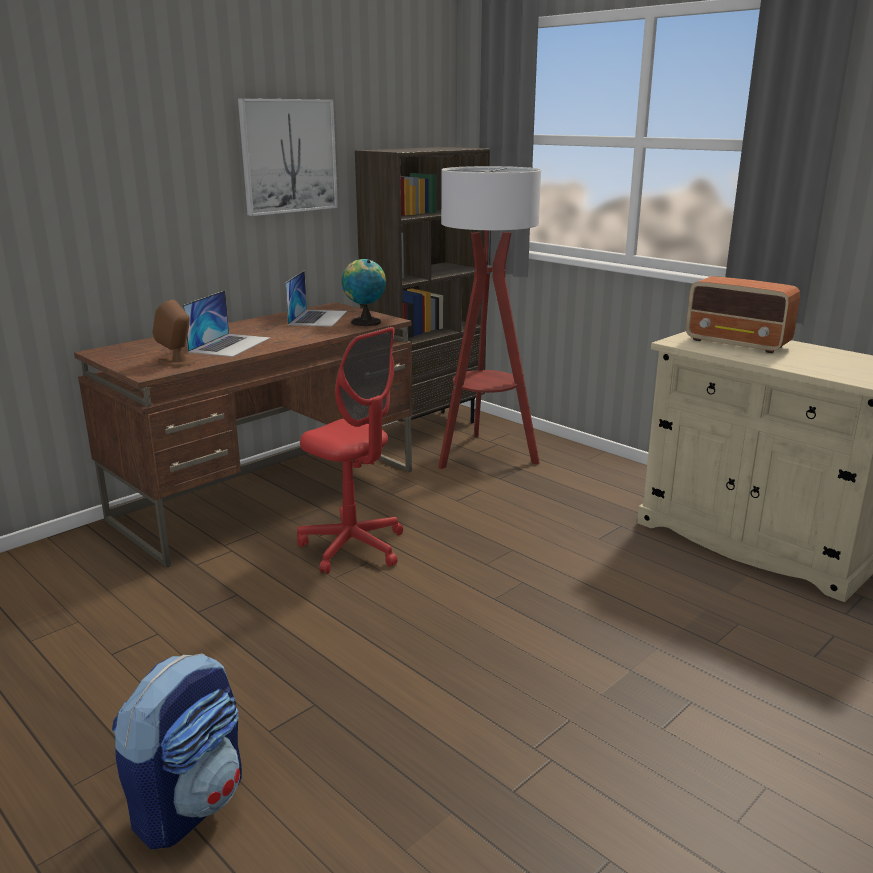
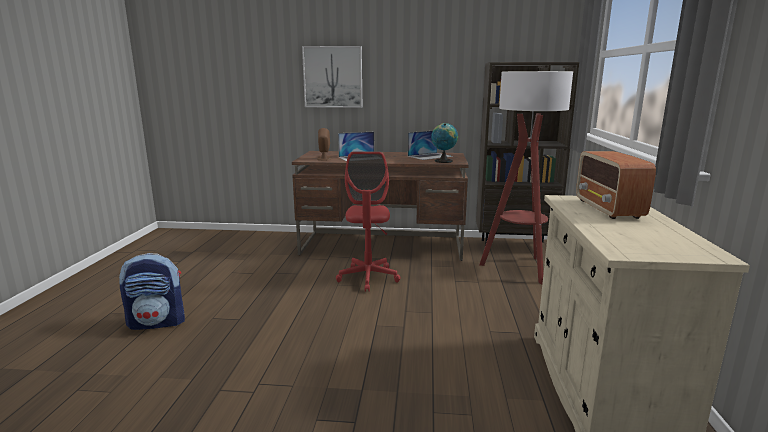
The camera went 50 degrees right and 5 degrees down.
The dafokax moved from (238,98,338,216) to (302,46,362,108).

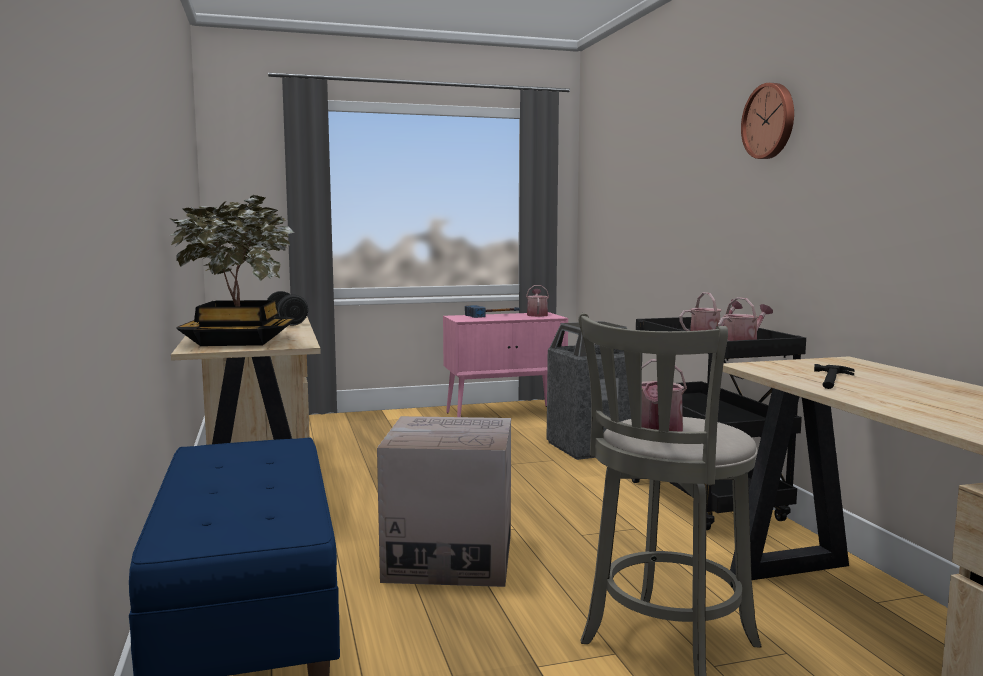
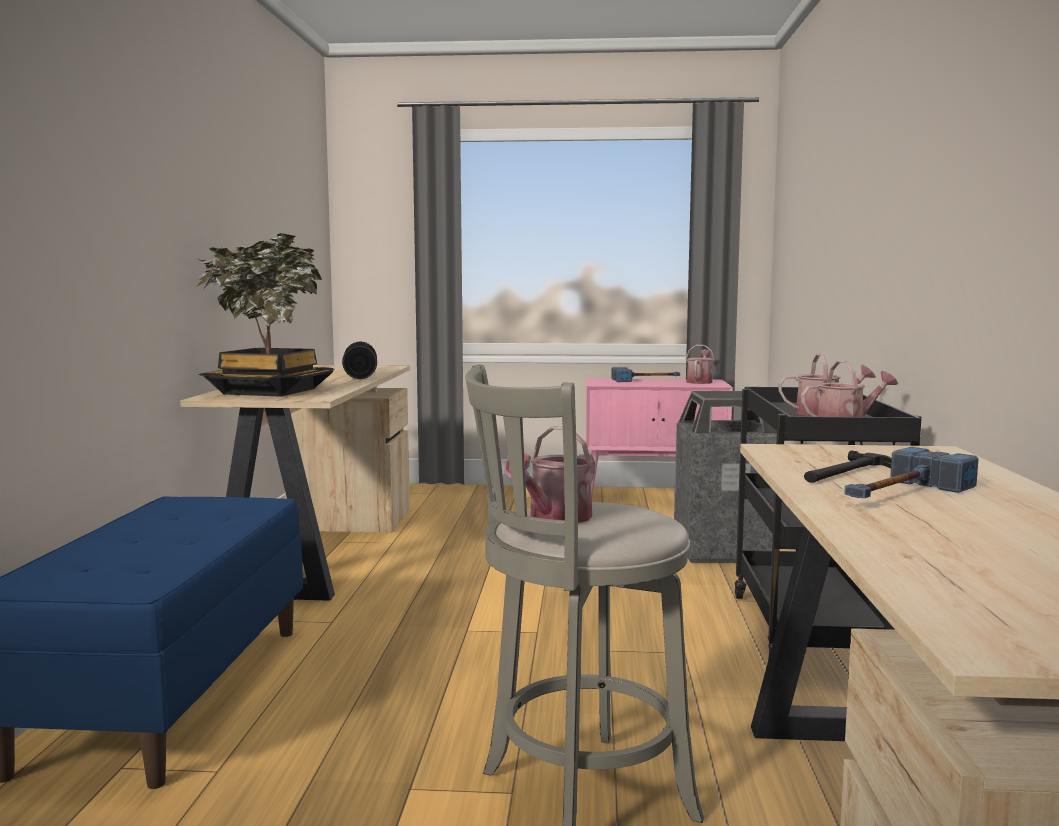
The camera went 20 degrees right and 0 degrees up.
The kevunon at (377,416,511,587) disappeared.
The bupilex at (741,83,794,159) disappeared.
The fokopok at (844,447,979,498) appeared.

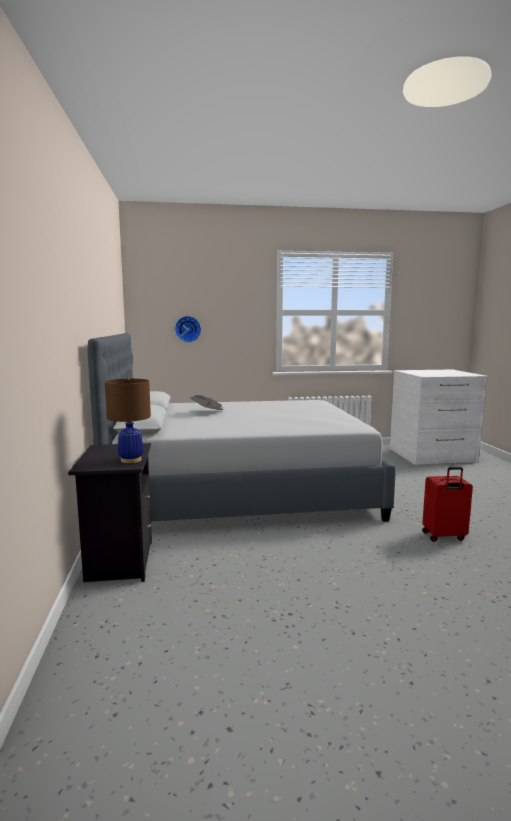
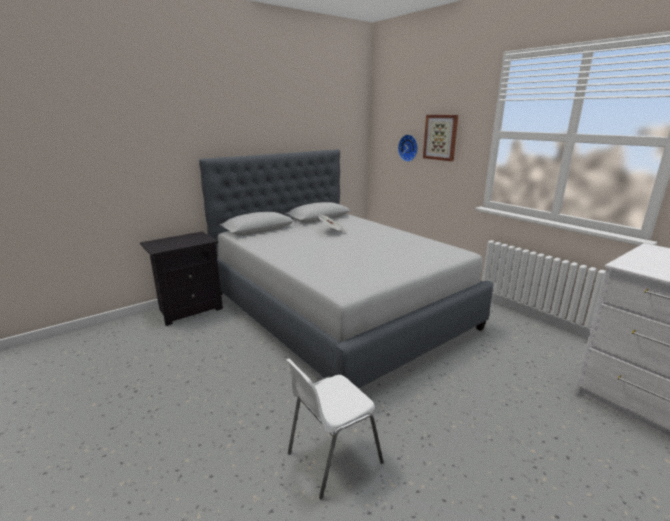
The camera went 60 degrees right and 10 degrees up.
The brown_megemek at (105,377,151,463) disappeared.
The dafokax at (423,115,458,161) appeared.
The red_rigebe at (422,467,473,542) was replaced by the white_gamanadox at (286,358,384,499).

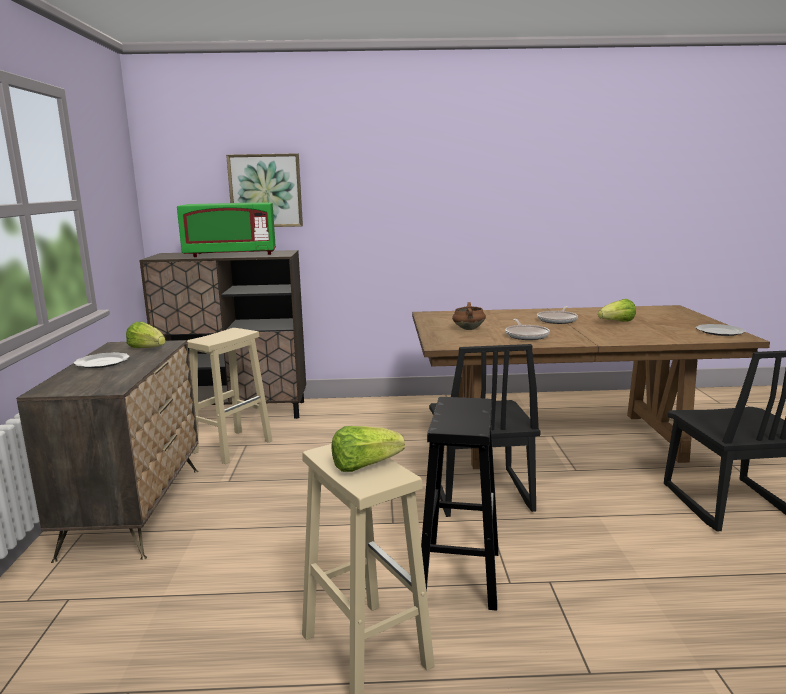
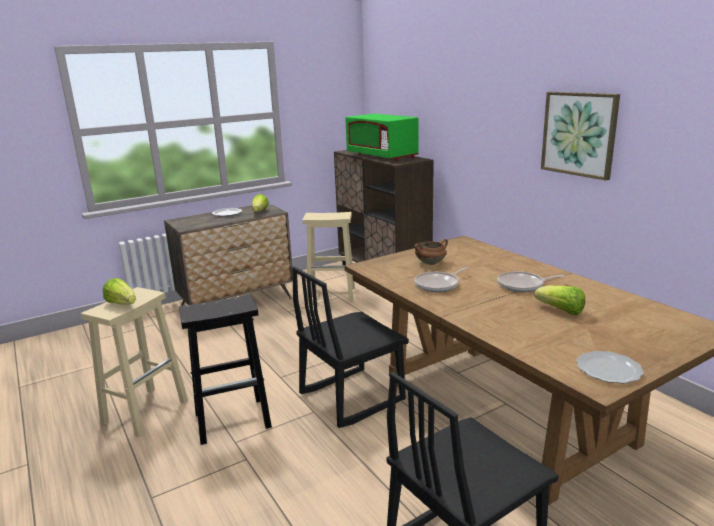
The camera went 60 degrees right and 5 degrees up.
The dafokax moved from (226,153,303,227) to (541,92,620,180).

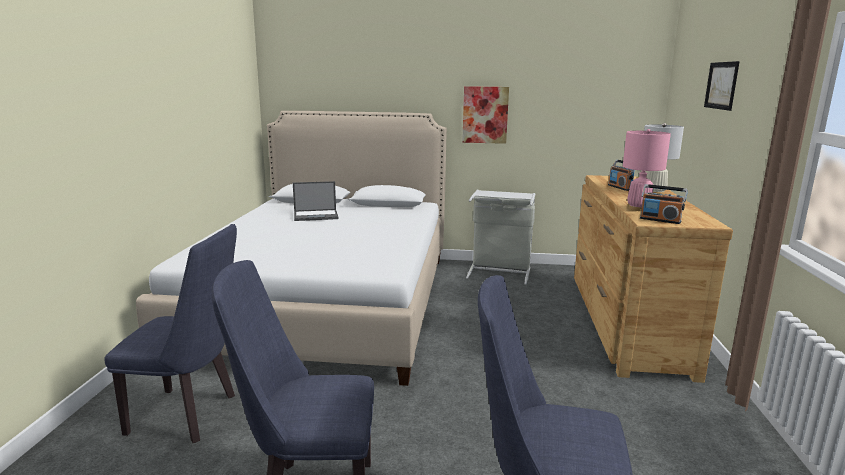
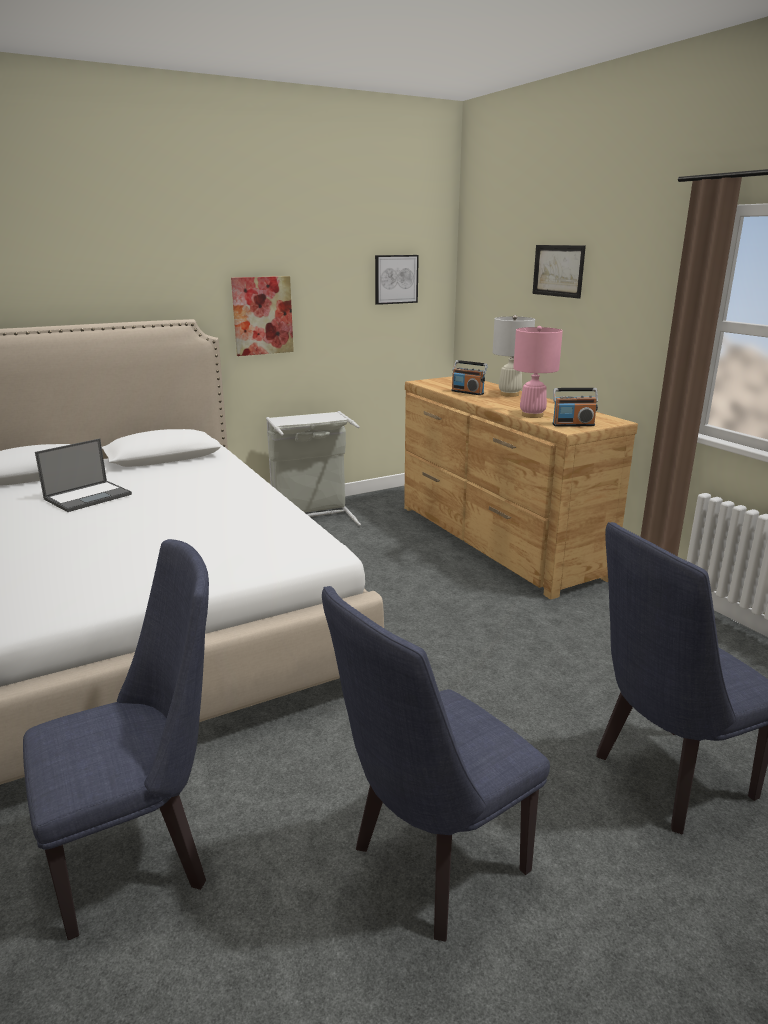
The camera went 35 degrees left and 5 degrees up.
The dafokax at (375,255,419,305) appeared.

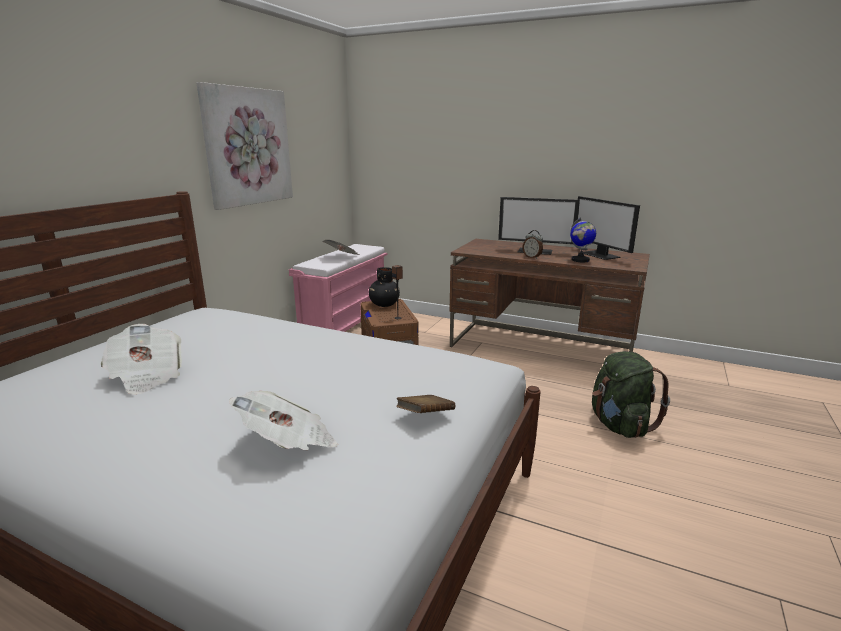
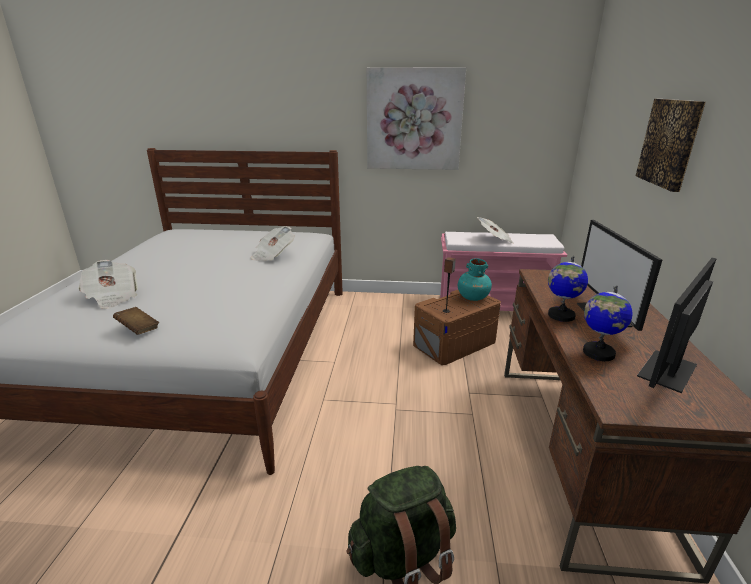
The camera went 70 degrees right and 5 degrees up.
The dafokax at (636,99,705,192) appeared.
The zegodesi moved from (100,324,182,395) to (251,226,295,261).
The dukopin at (523,230,543,259) was replaced by the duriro at (548,256,588,322).
The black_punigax at (369,267,400,307) became the turquoise_punigax at (458,258,492,301).

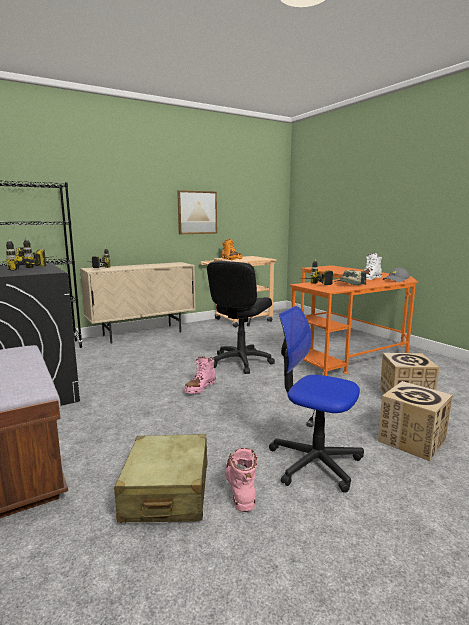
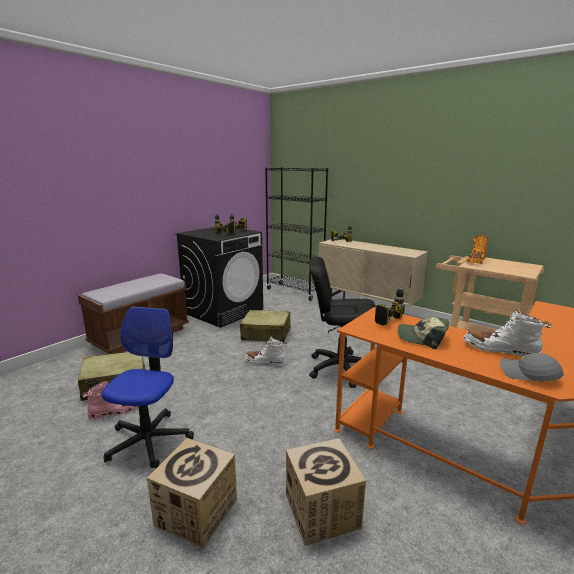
The camera went 70 degrees right and 5 degrees up.
The dafokax at (177,190,217,234) disappeared.
The beige_rigebe at (240,310,291,342) appeared.
The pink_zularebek at (184,356,216,394) became the white_zularebek at (245,336,287,365).

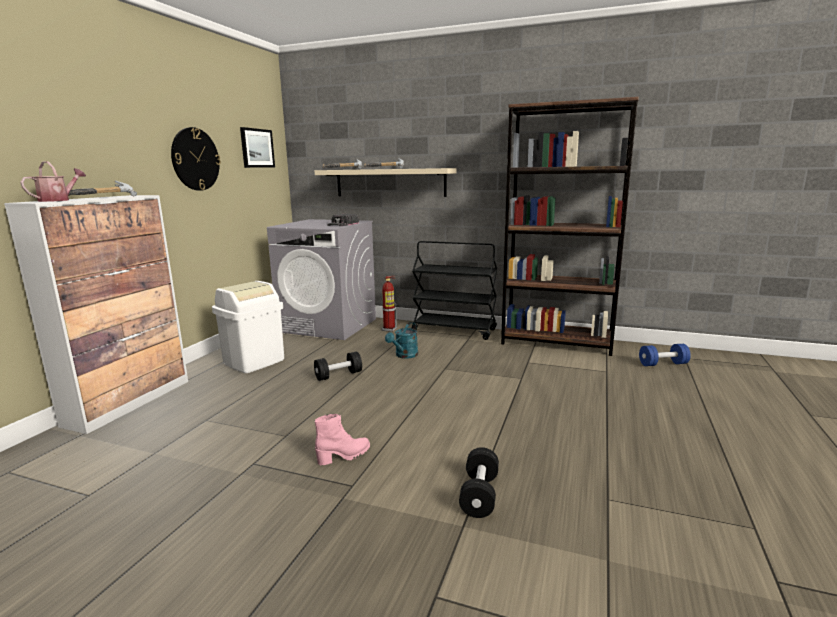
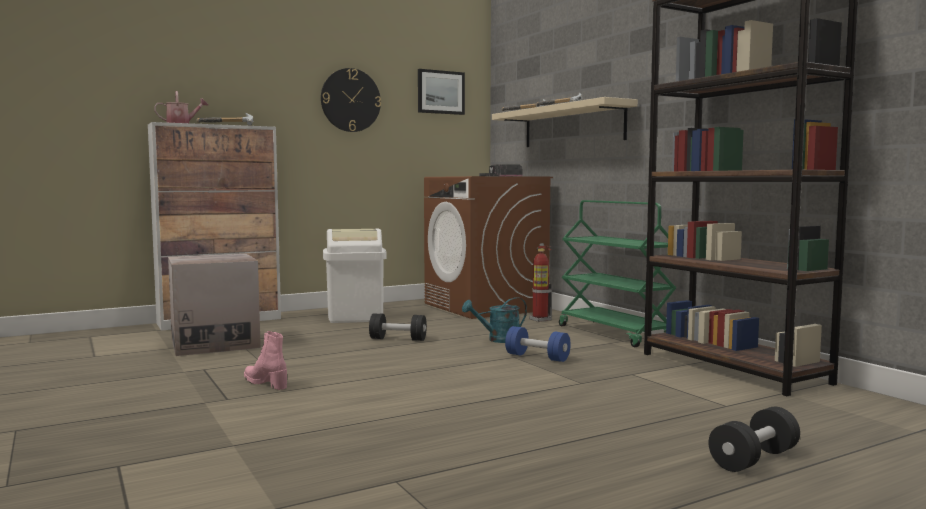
The camera went 40 degrees right and 10 degrees down.
The kevunon at (168,254,261,356) appeared.
The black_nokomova moved from (459,447,499,518) to (709,407,800,472).
The blue_nokomova moved from (639,344,691,366) to (505,326,571,362).
The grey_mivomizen at (267,219,376,340) became the brown_mivomizen at (424,176,553,319).
The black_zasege at (411,241,497,340) became the green_zasege at (559,200,676,347).
The pink_zularebek at (314,414,370,465) turned 150 degrees counterclockwise.

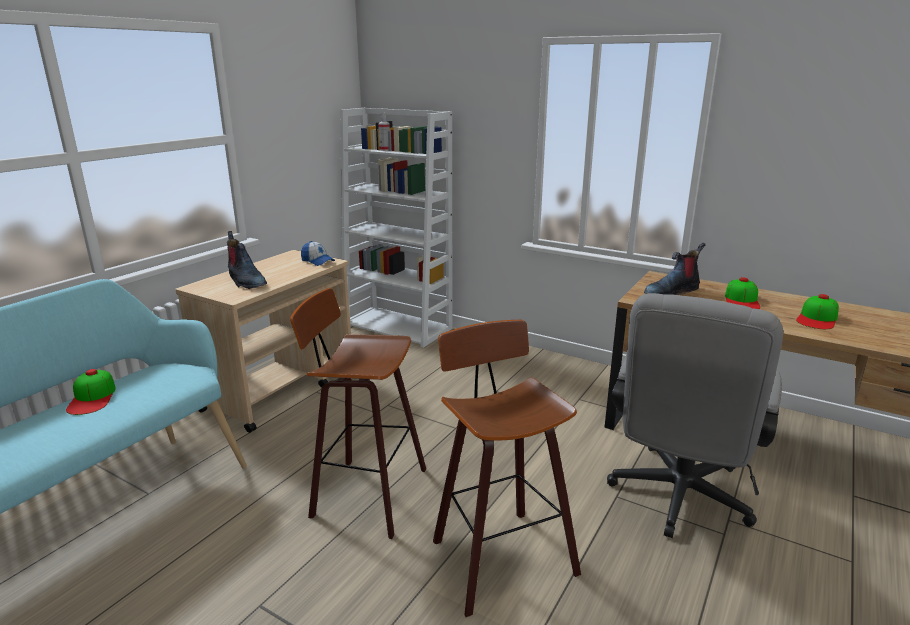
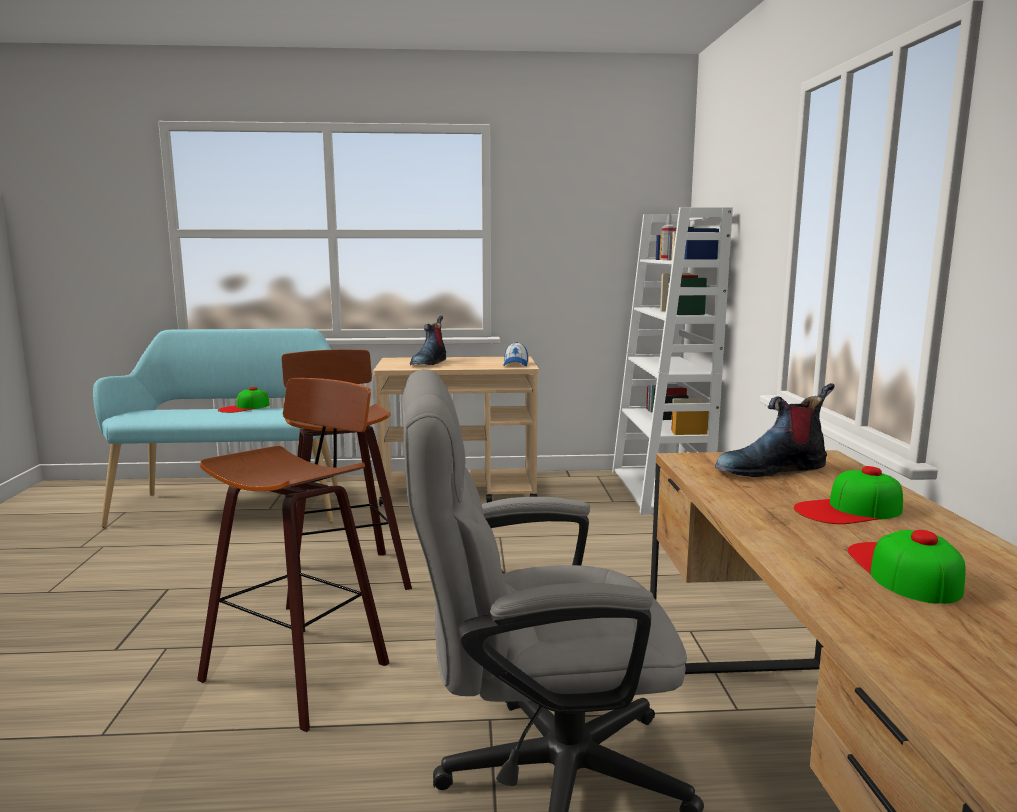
The camera went 55 degrees right and 10 degrees down.
The zularebek at (644,243,706,295) turned 45 degrees counterclockwise.
The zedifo at (796,294,839,329) turned 90 degrees clockwise.

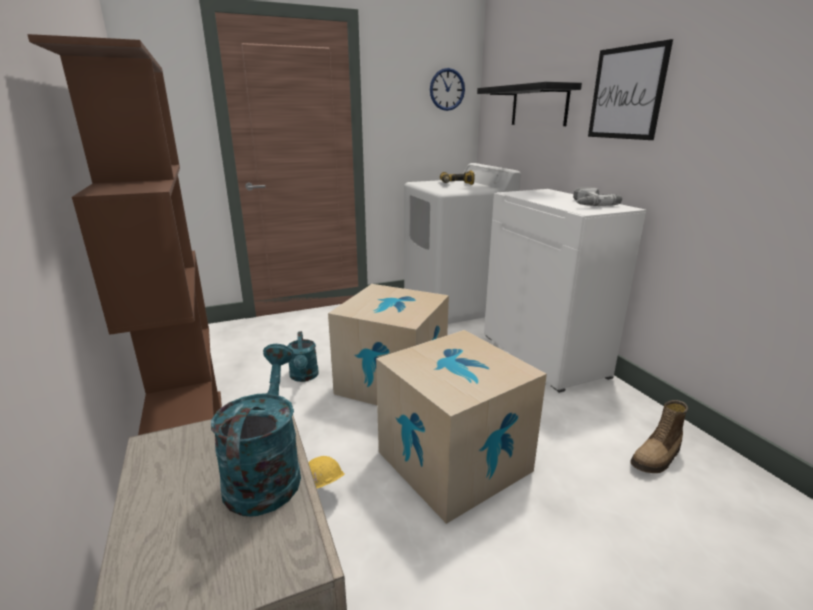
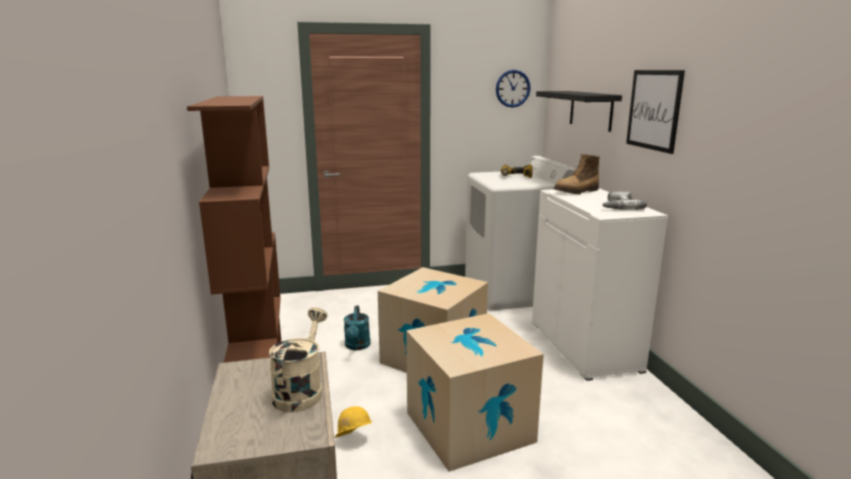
The camera went 10 degrees right and 5 degrees down.
The zularebek moved from (630,400,688,473) to (554,154,600,194).
The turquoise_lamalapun at (211,344,301,517) became the beige_lamalapun at (269,307,327,413).

